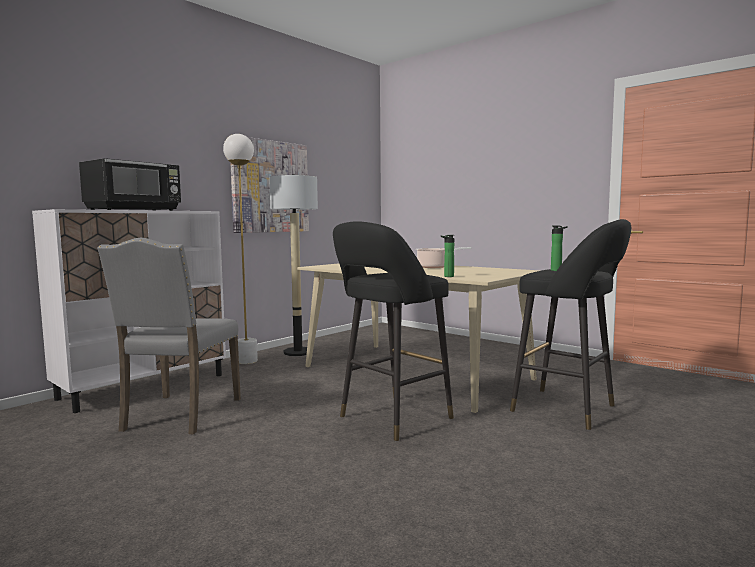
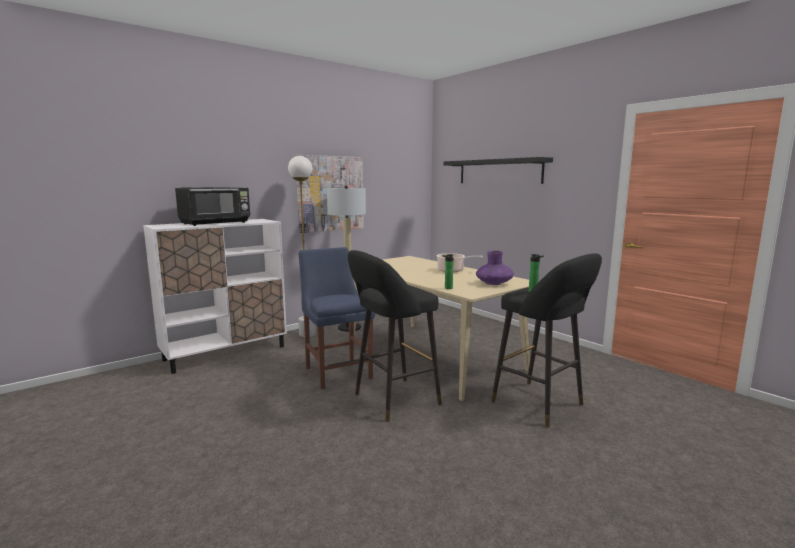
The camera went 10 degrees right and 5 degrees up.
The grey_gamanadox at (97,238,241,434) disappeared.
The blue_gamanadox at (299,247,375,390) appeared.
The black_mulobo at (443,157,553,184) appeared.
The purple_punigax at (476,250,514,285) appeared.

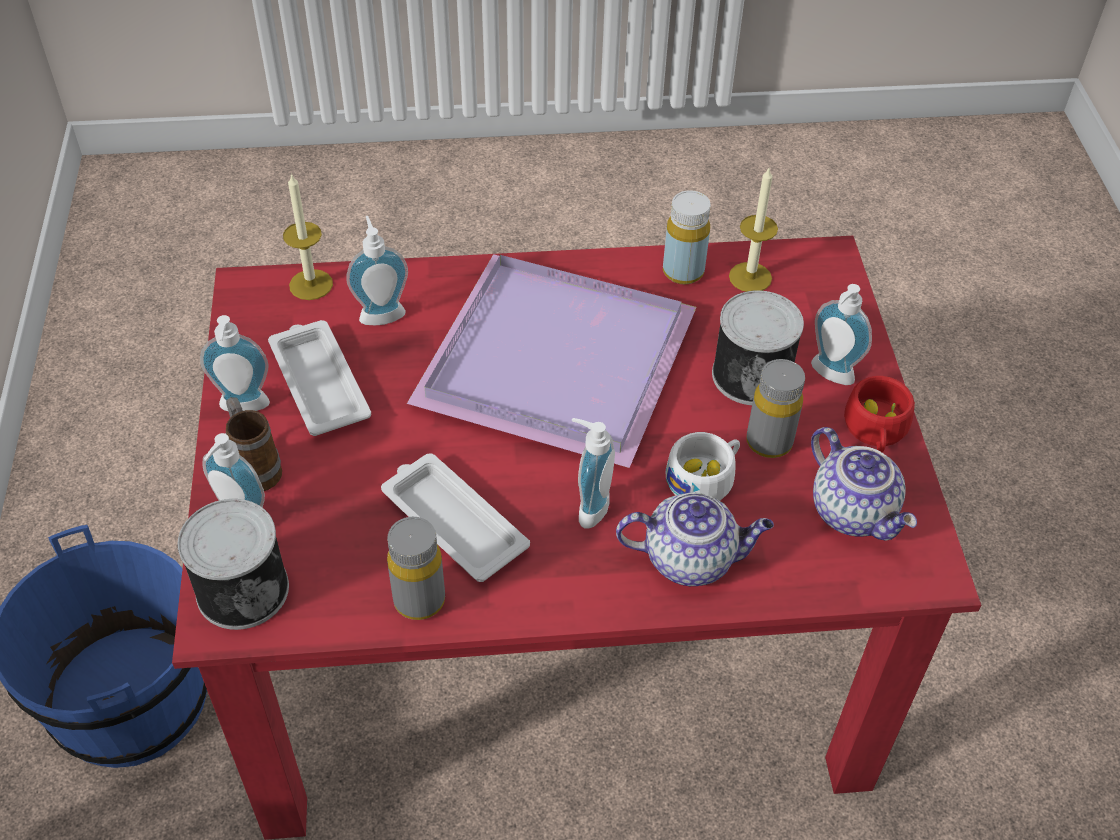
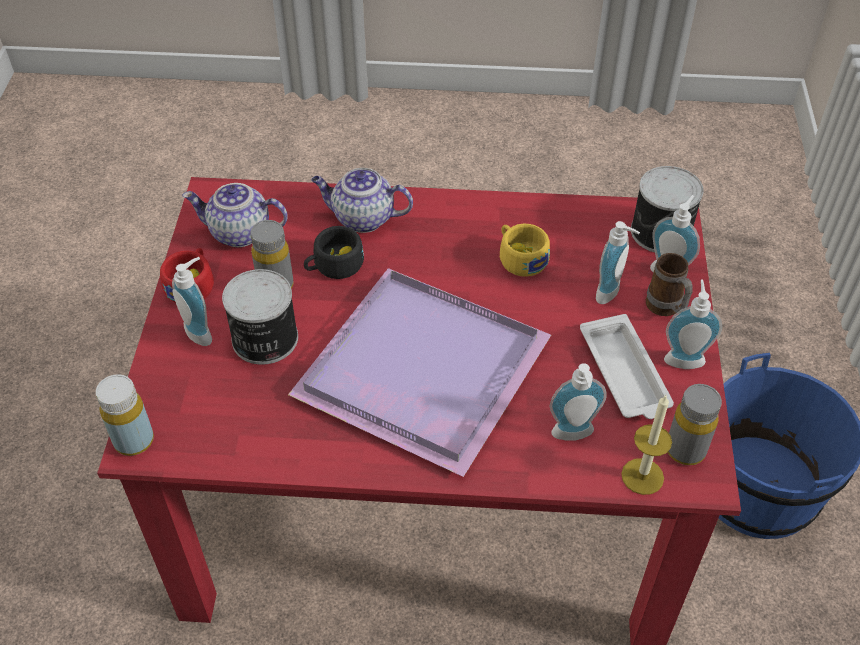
The camera went 170 degrees left and 0 degrees up.
The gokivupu at (729,168,778,292) disappeared.
The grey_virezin moved from (387,517,445,620) to (668,384,722,465).
The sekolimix moved from (572,418,615,529) to (596,221,640,304).
The yellow_virezin moved from (663,190,711,285) to (96,374,154,456).
The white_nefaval at (381,453,530,582) was replaced by the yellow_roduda at (500,224,550,277).
The white_roduda at (665,432,740,501) became the black_roduda at (304,226,364,279).
The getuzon at (811,427,917,541) turned 60 degrees counterclockwise.

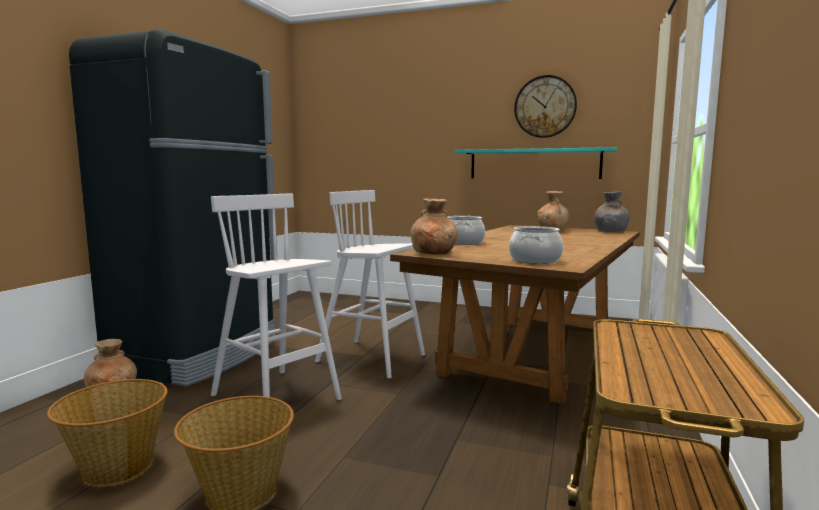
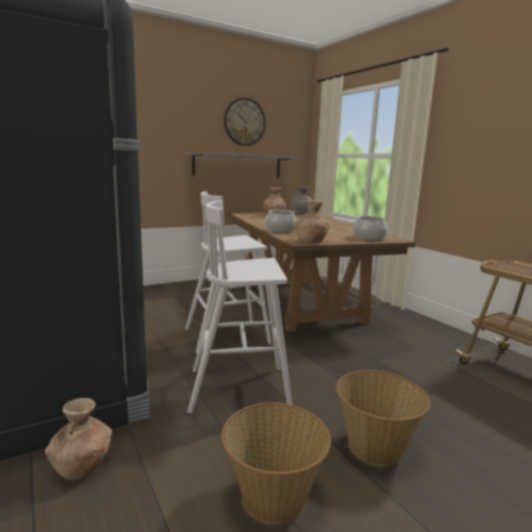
The camera went 50 degrees left and 5 degrees up.
The turquoise_mulobo at (455,147,617,179) became the grey_mulobo at (184,152,299,177).

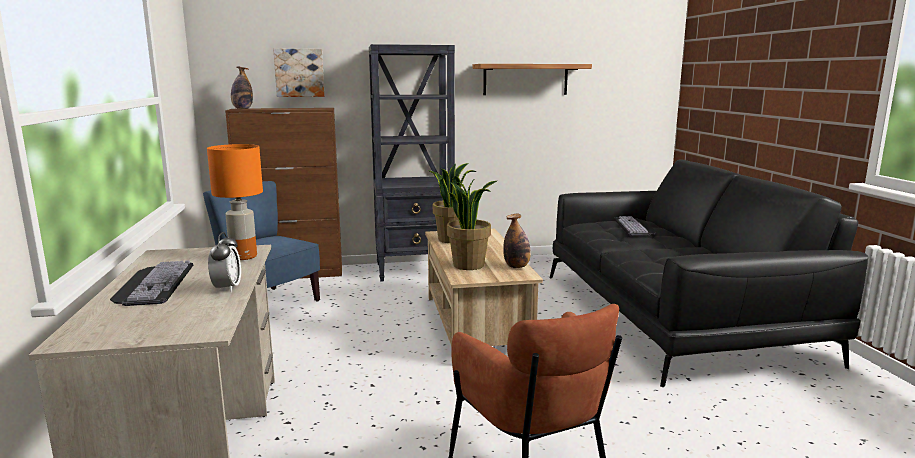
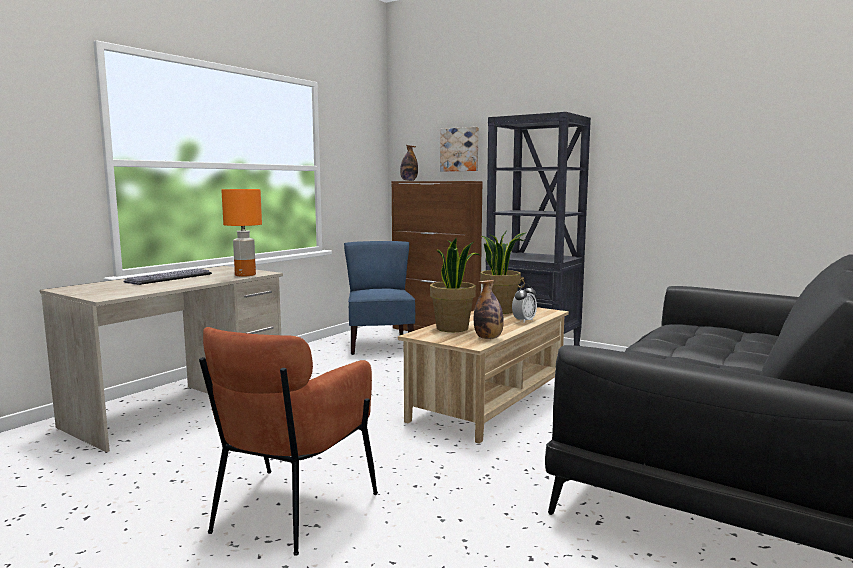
The camera went 45 degrees right and 5 degrees down.
The mulobo at (473,64,592,95) disappeared.
The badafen at (614,216,657,236) disappeared.
The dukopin moved from (208,232,241,292) to (512,283,537,323).

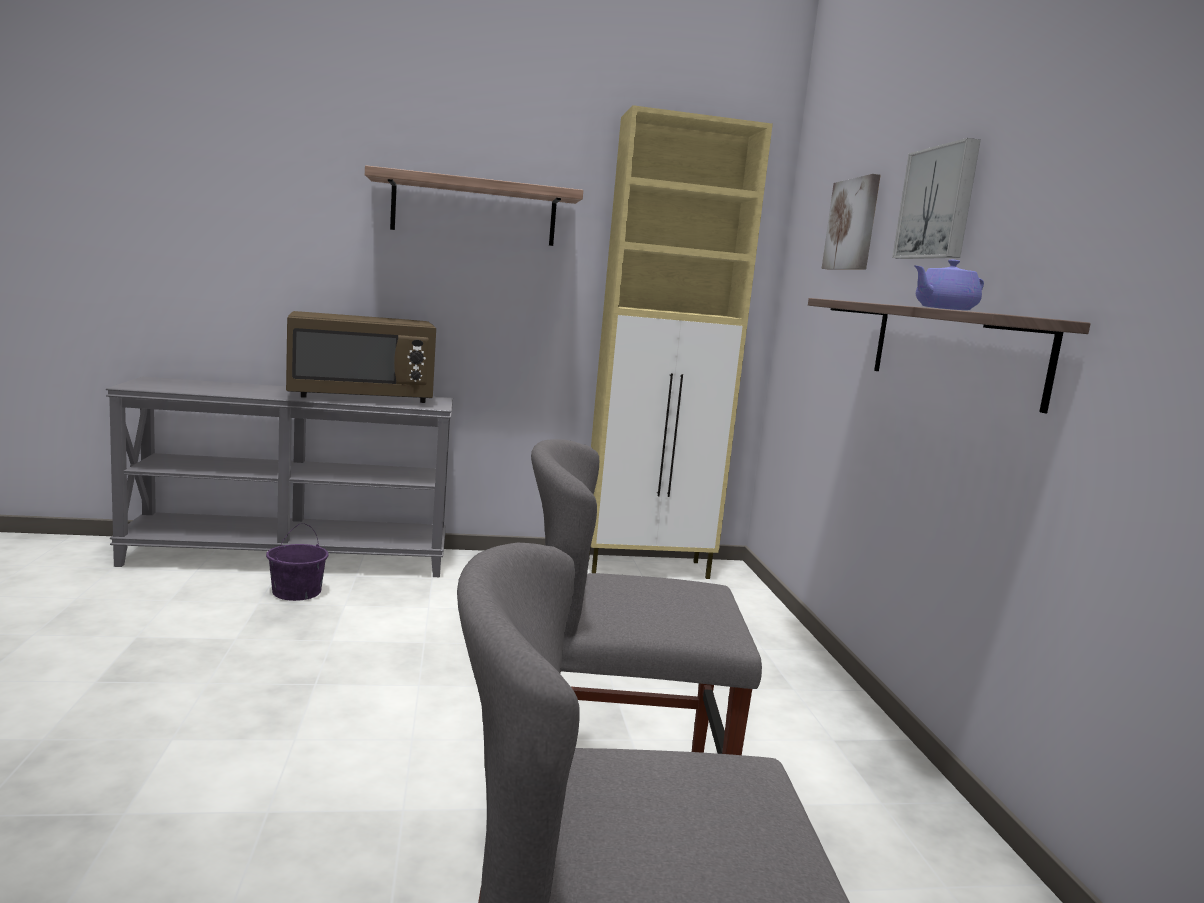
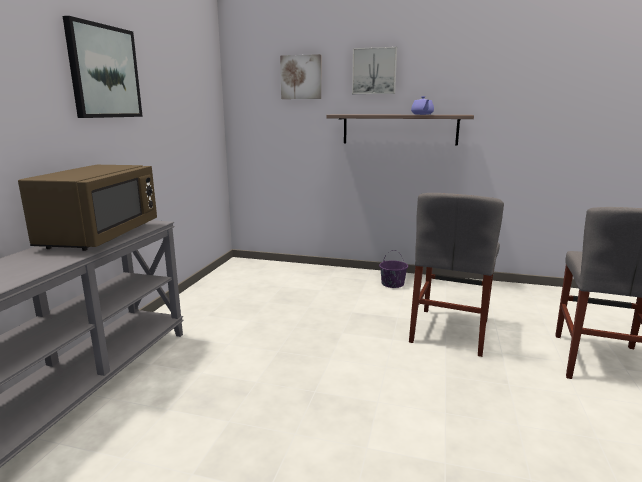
The camera went 65 degrees left and 5 degrees up.
The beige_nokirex at (589,105,773,579) disappeared.
The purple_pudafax moved from (266,523,328,601) to (379,250,408,288).
The mulobo at (365,165,583,246) was replaced by the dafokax at (63,16,143,118).

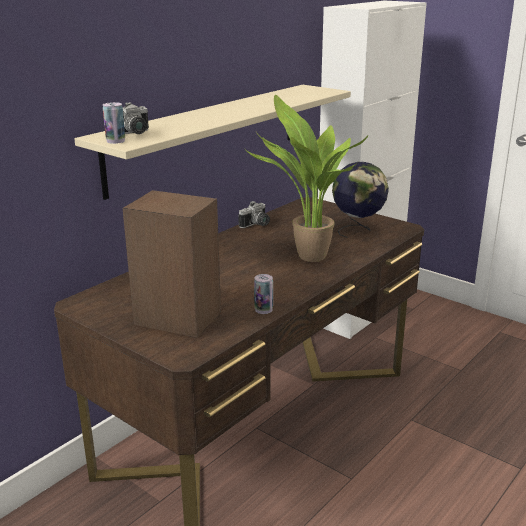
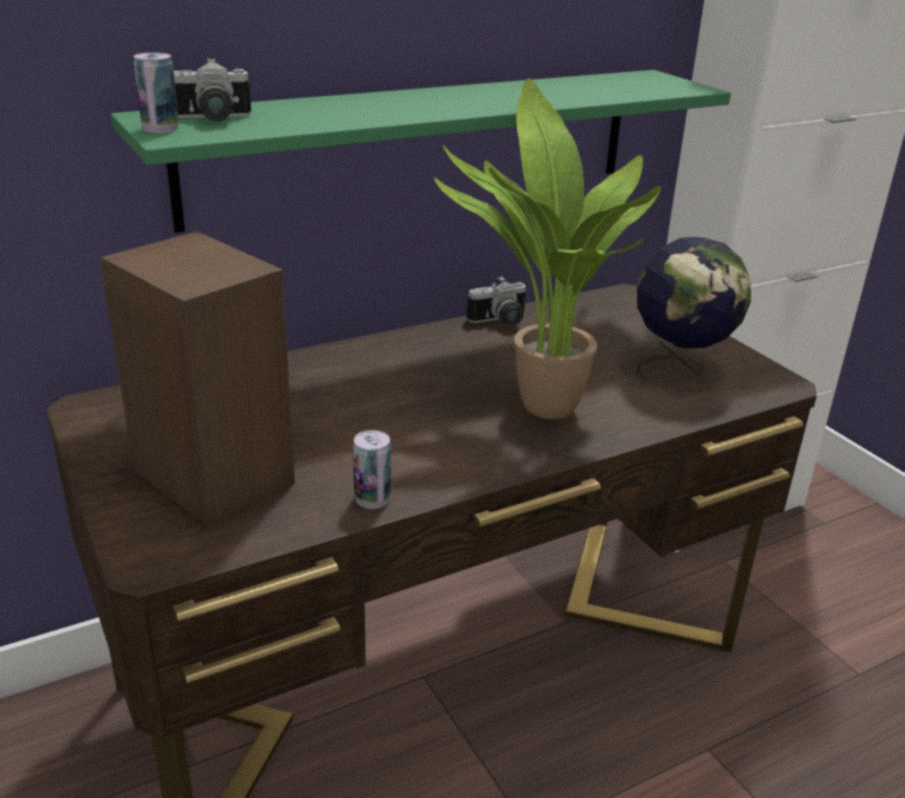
The camera went 20 degrees right and 5 degrees up.
The beige_mulobo at (74,85,351,200) became the green_mulobo at (111,70,731,233).

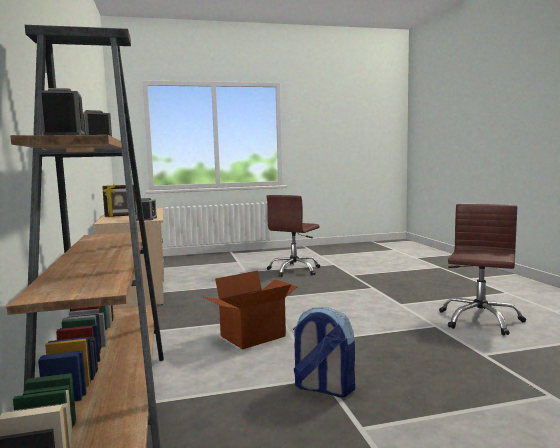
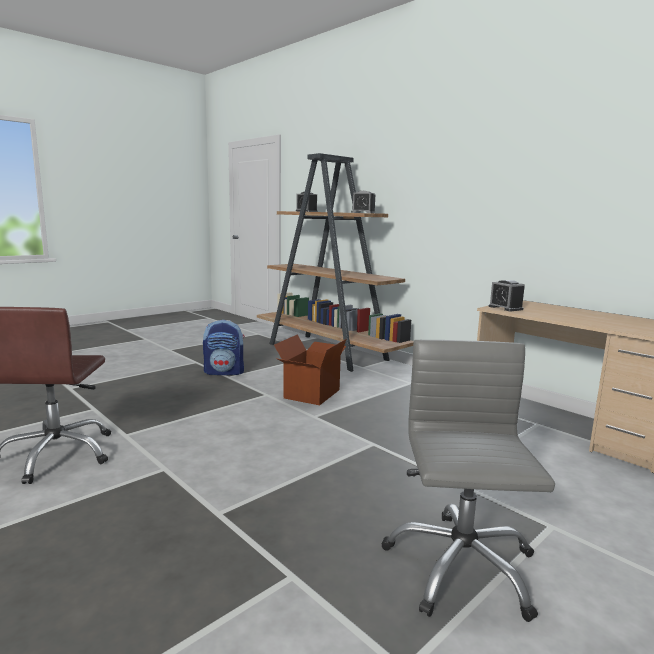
The camera went 150 degrees right and 5 degrees up.
The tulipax at (102,184,136,217) disappeared.
The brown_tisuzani at (267,195,320,277) became the grey_tisuzani at (381,340,555,622).

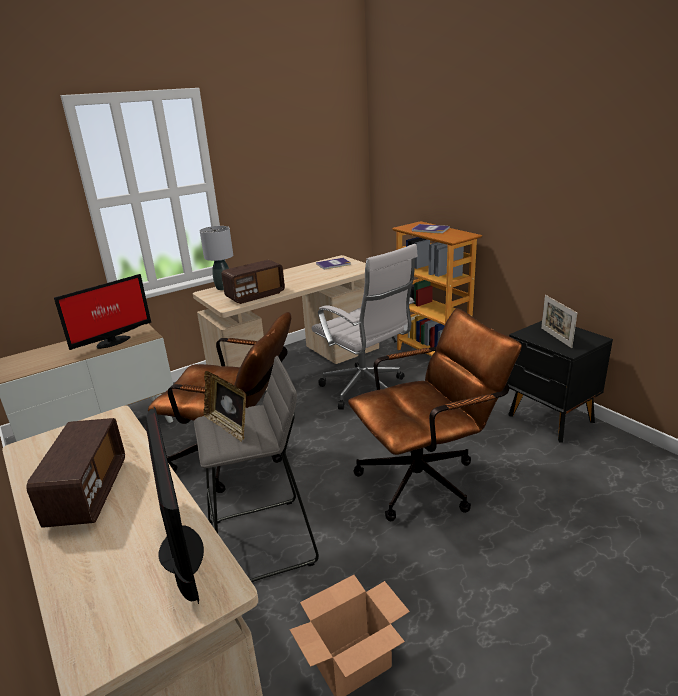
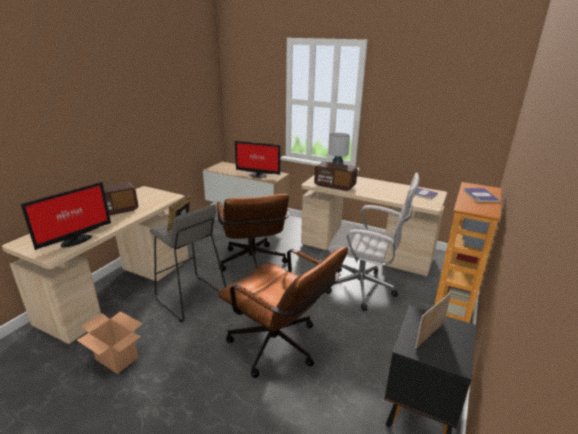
The camera went 60 degrees right and 0 degrees up.
The white_tisuzani at (312,244,418,410) turned 90 degrees counterclockwise.

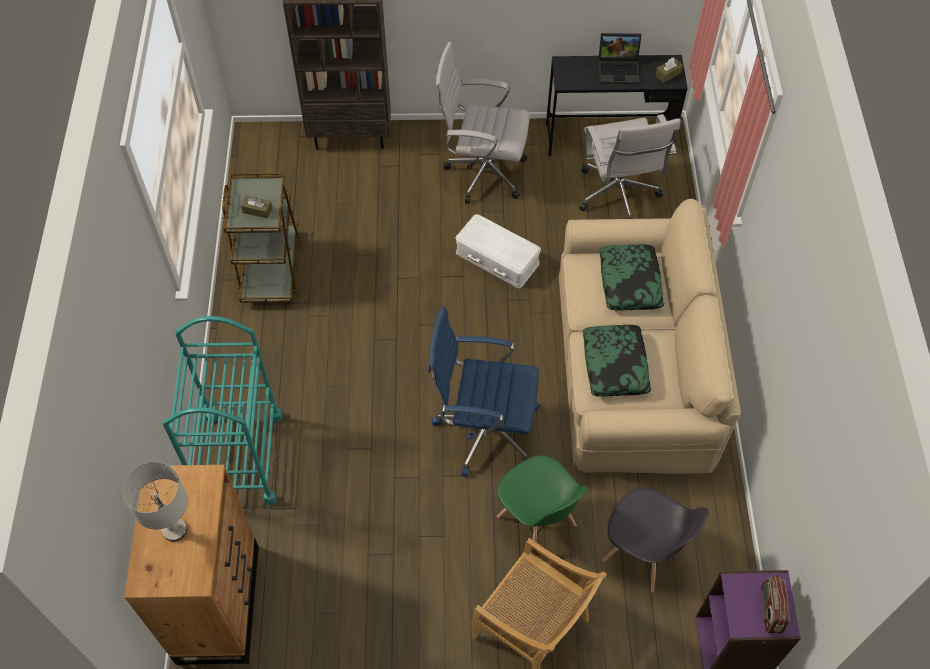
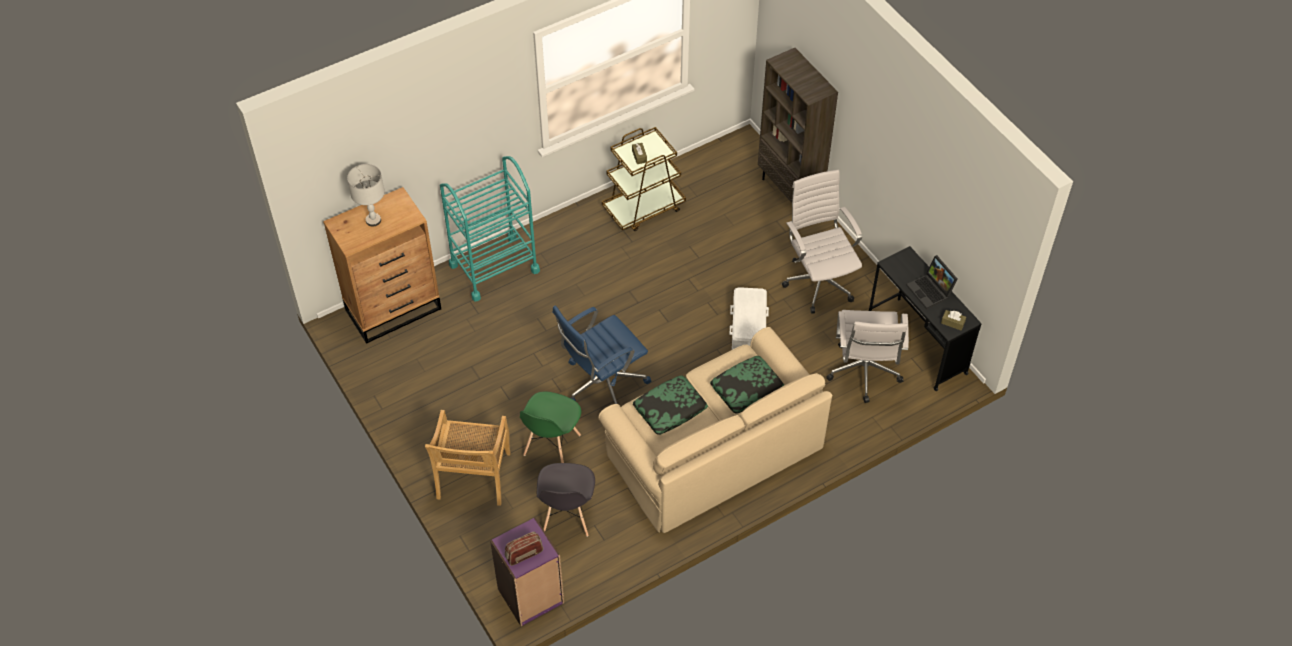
The camera went 60 degrees right and 5 degrees down.
The blue_tisuzani at (428,306,540,477) turned 105 degrees counterclockwise.
The white_tisuzani at (580,114,680,219) turned 45 degrees counterclockwise.

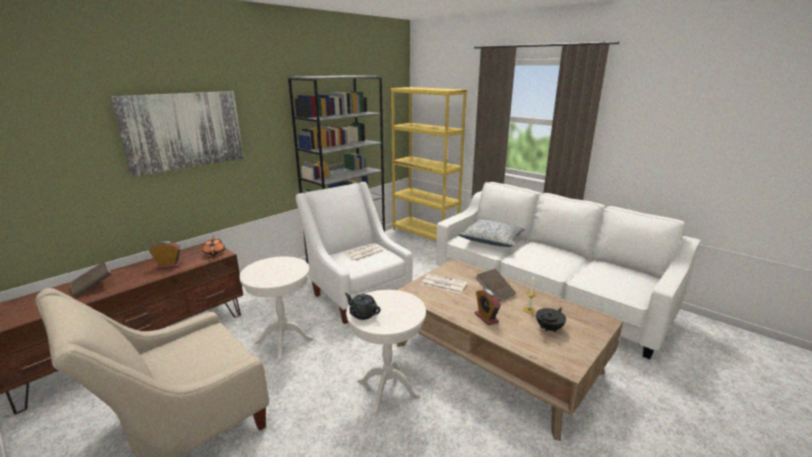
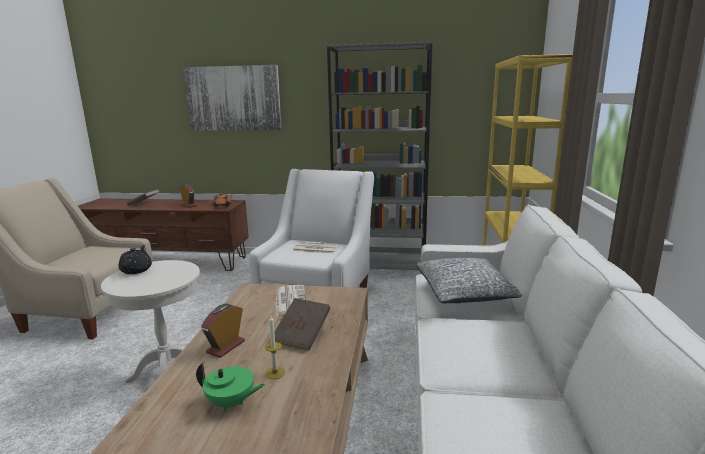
The camera went 55 degrees right and 5 degrees down.
The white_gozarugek at (239,256,313,360) disappeared.
The black_getuzon at (536,307,566,332) became the green_getuzon at (196,363,265,412).

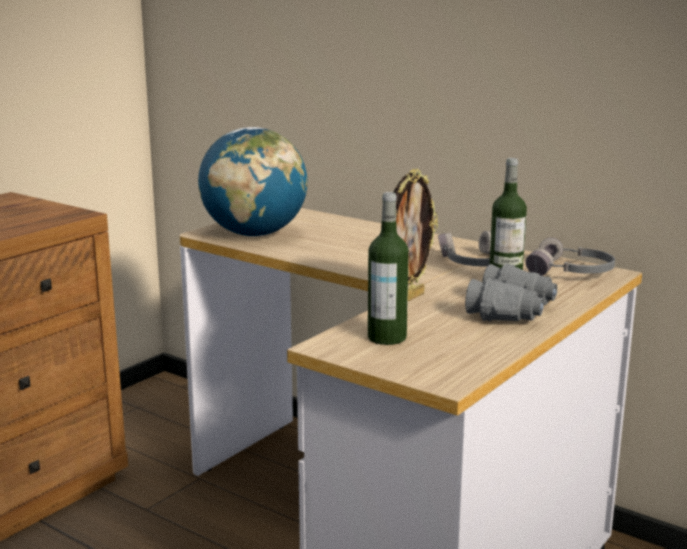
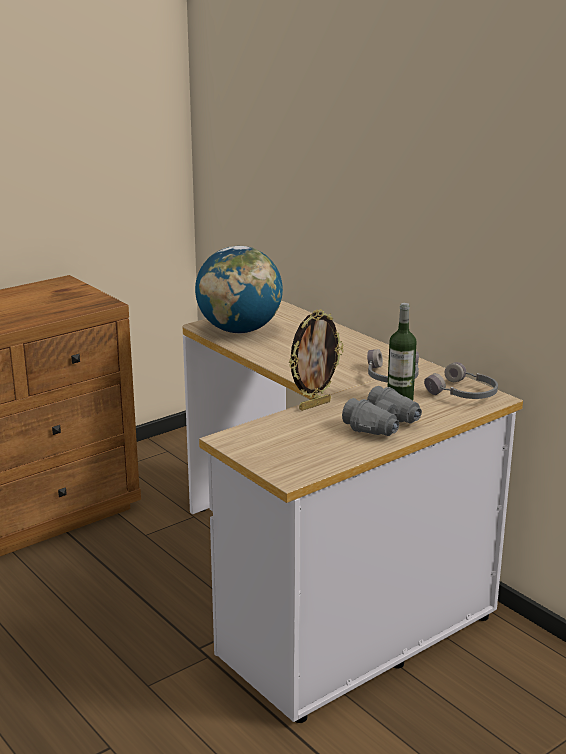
The camera went 15 degrees right and 5 degrees up.
The virezin at (368,192,409,345) disappeared.

